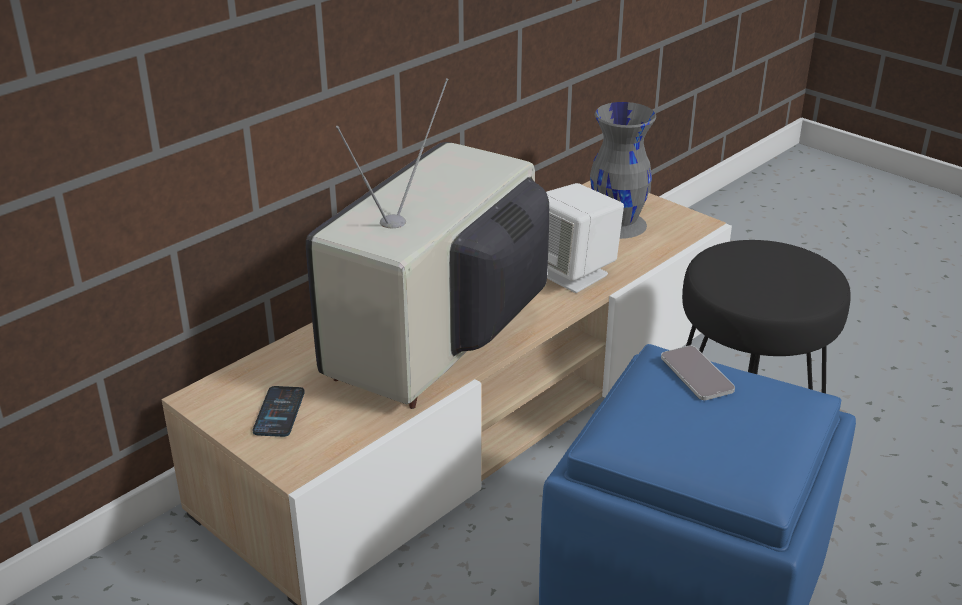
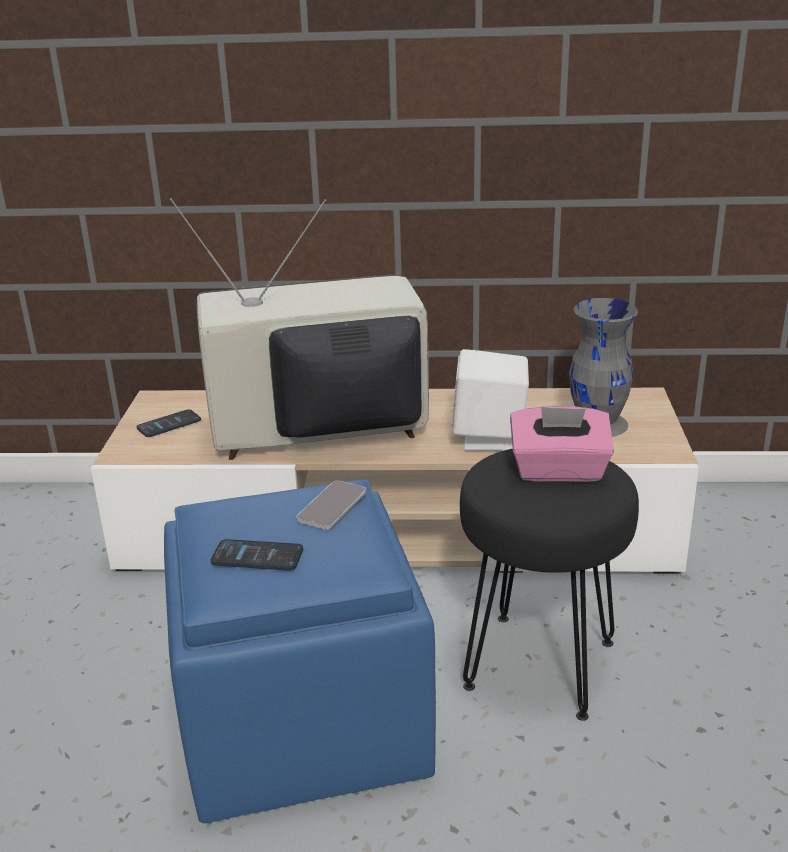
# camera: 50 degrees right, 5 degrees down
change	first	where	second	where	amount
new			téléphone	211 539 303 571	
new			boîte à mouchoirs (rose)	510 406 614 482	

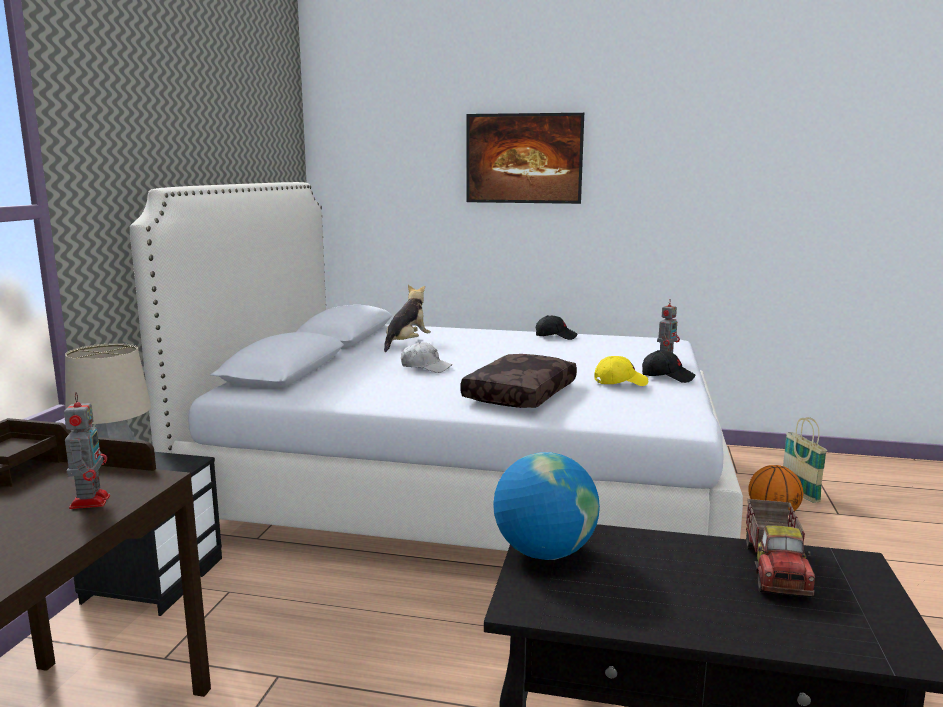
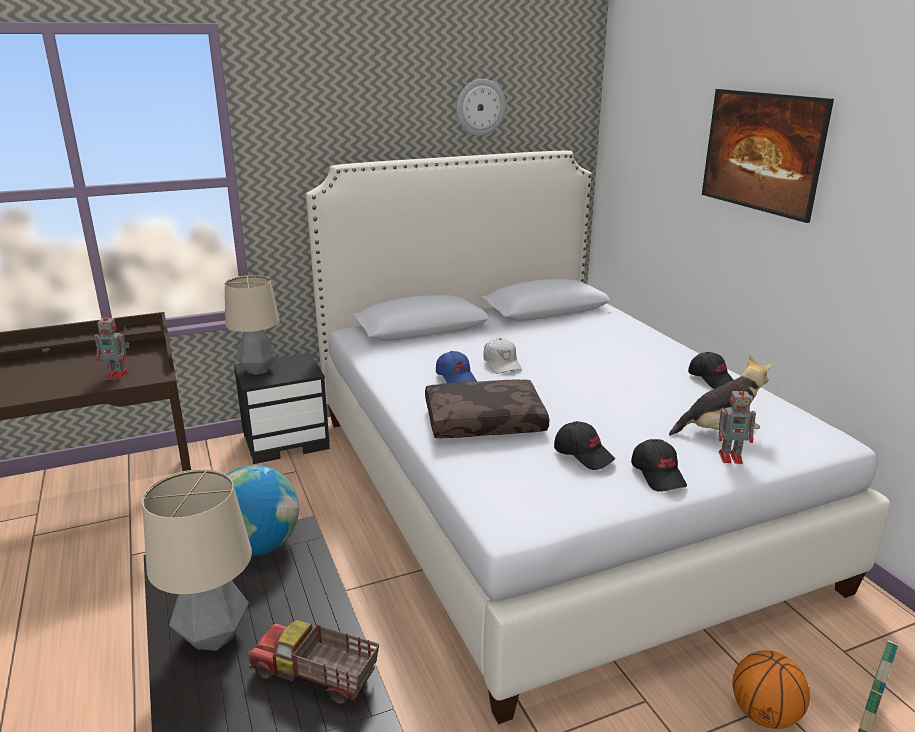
# camera: 55 degrees right, 10 degrees up
change	first	where	second	where	amount
rotated	robot jouet	64 392 110 509		94 312 130 380	45 degrees clockwise
new			lampe de table	142 469 252 651	
rotated	camion jouet	746 499 815 597		248 620 379 706	45 degrees clockwise
new			casquette (bleu)	436 351 477 383	
new			horloge murale	456 79 506 136	
repainted	casquette (jaune)	594 356 648 386	casquette (noir)	554 421 615 470	
shifted	peluche	384 285 431 352		669 355 772 436	

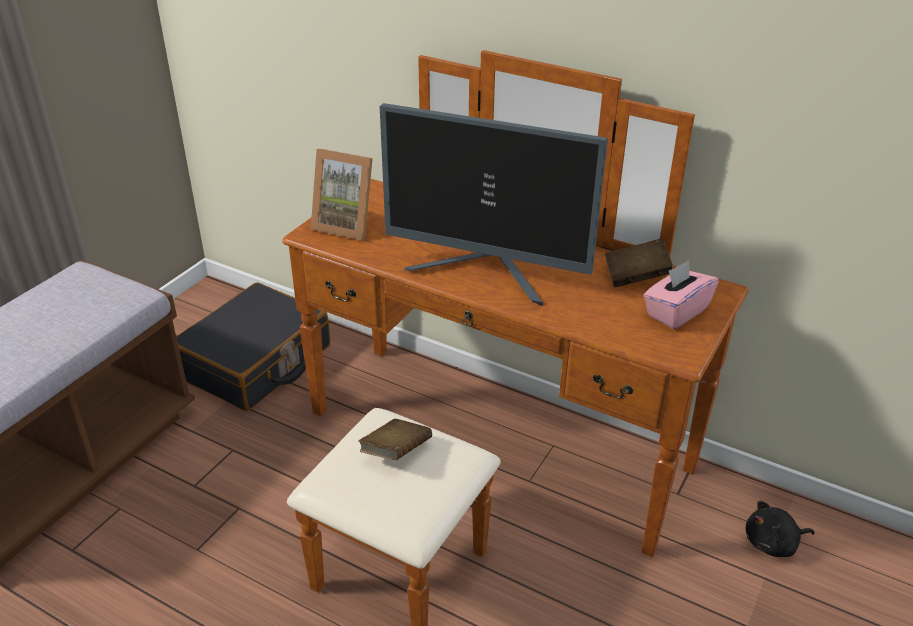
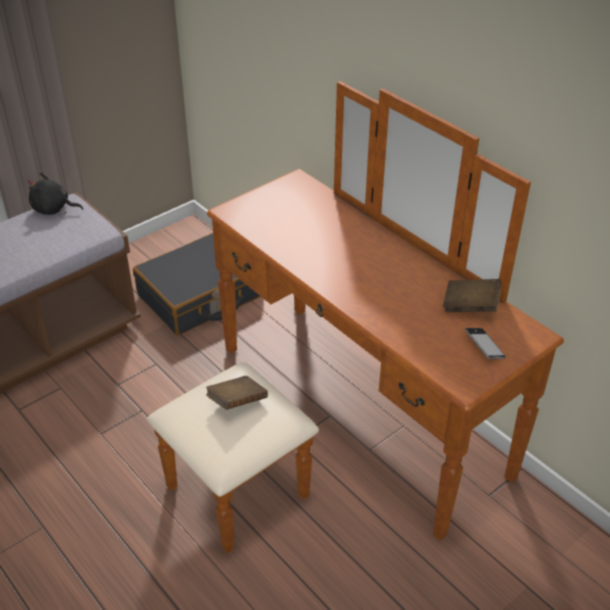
# camera: 20 degrees right, 5 degrees up
change	first	where	second	where	amount
shifted	peluche (noir)	746 500 815 557		28 172 83 215	
swapped	boîte à mouchoirs (rose)	643 260 719 329	téléphone	465 328 506 359	
gone	cadre photo	311 149 373 240			
gone	écran d'ordinateur	380 103 608 306			

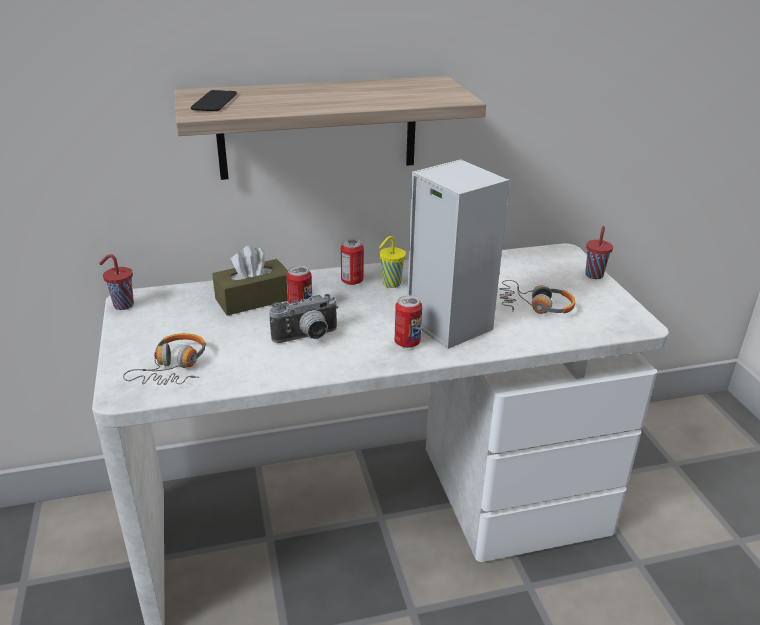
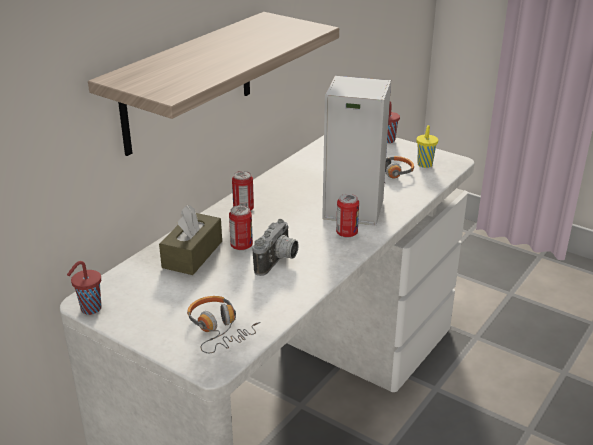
# camera: 40 degrees left, 0 degrees up
change	first	where	second	where	amount
shifted	tasse (jaune)	379 236 406 288		416 125 438 168	
gone	téléphone	191 90 237 111			

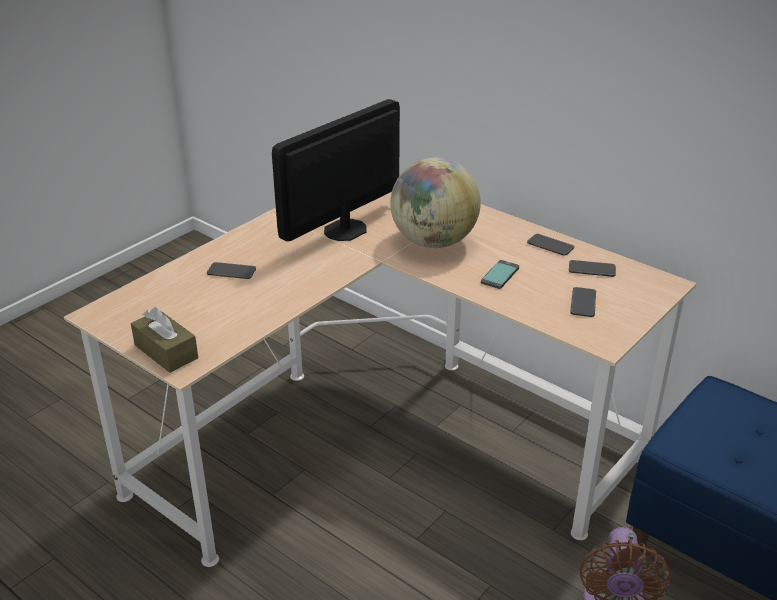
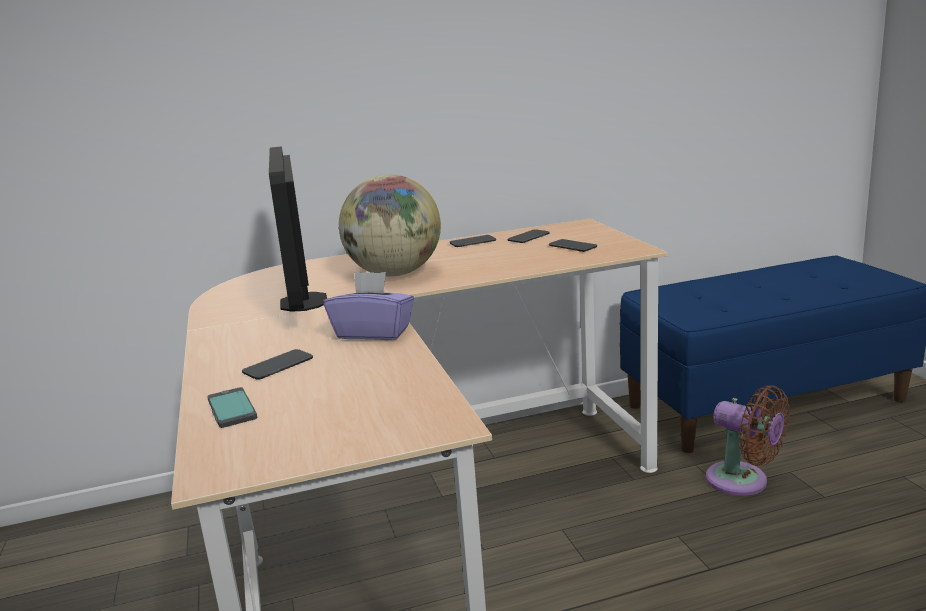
# camera: 55 degrees left, 15 degrees down
change	first	where	second	where	amount
shifted	téléphone	481 260 519 289		207 387 257 428	
new			boîte à mouchoirs (violet)	324 272 414 340	
gone	boîte à mouchoirs (marron)	131 307 198 373			

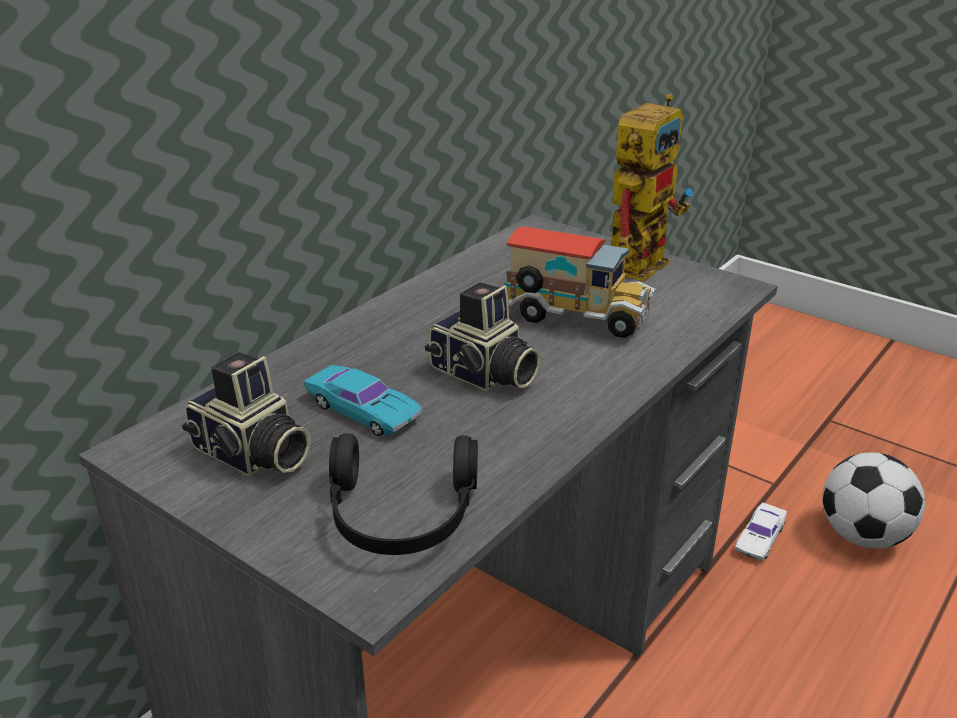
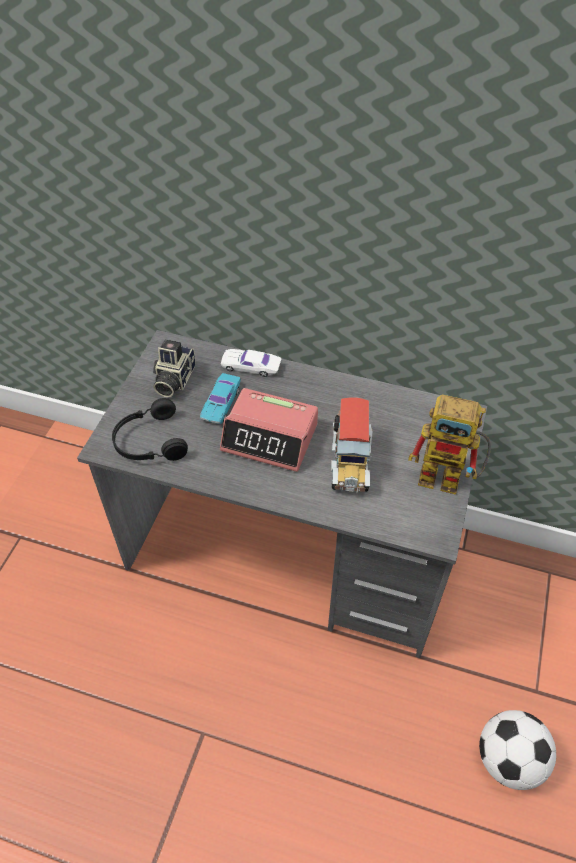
# camera: 70 degrees right, 20 degrees up
change	first	where	second	where	amount
swapped	appareil photo	425 282 541 391	réveil	220 388 318 472	
shifted	petite voiture (blanc)	735 503 787 561		221 349 282 377	

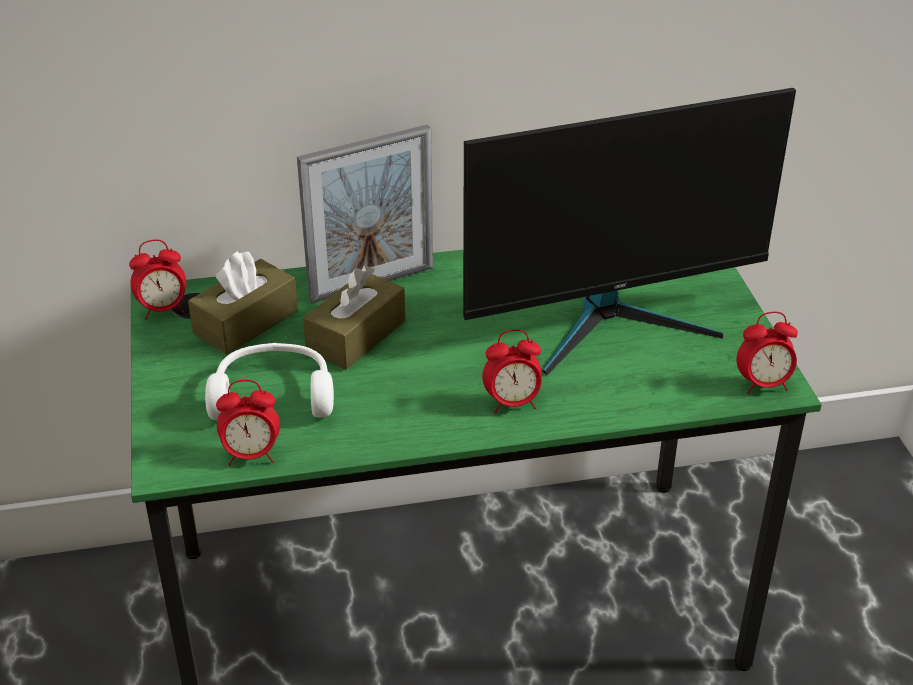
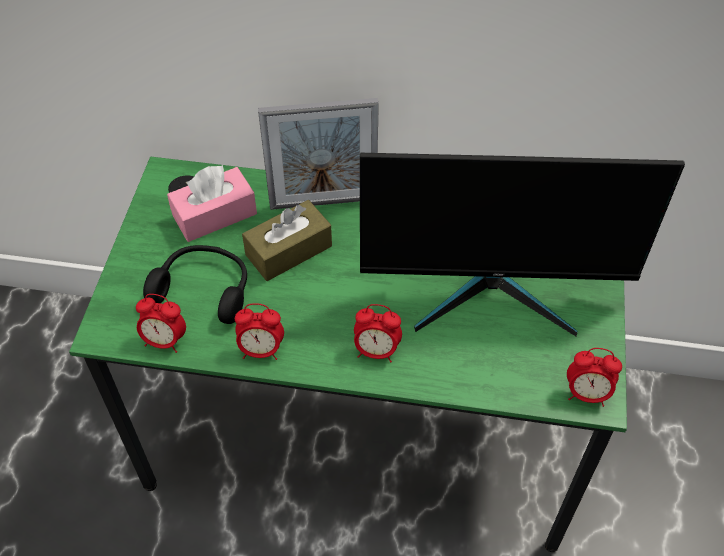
# camera: 20 degrees right, 15 degrees up
change	first	where	second	where	amount
repainted	casque audio (blanc)	205 343 334 420	casque audio (noir)	143 245 247 324	
repainted	boîte à mouchoirs (marron)	188 251 298 355	boîte à mouchoirs (rose)	167 165 257 242	
shifted	réveil	129 239 186 320		235 303 284 360	

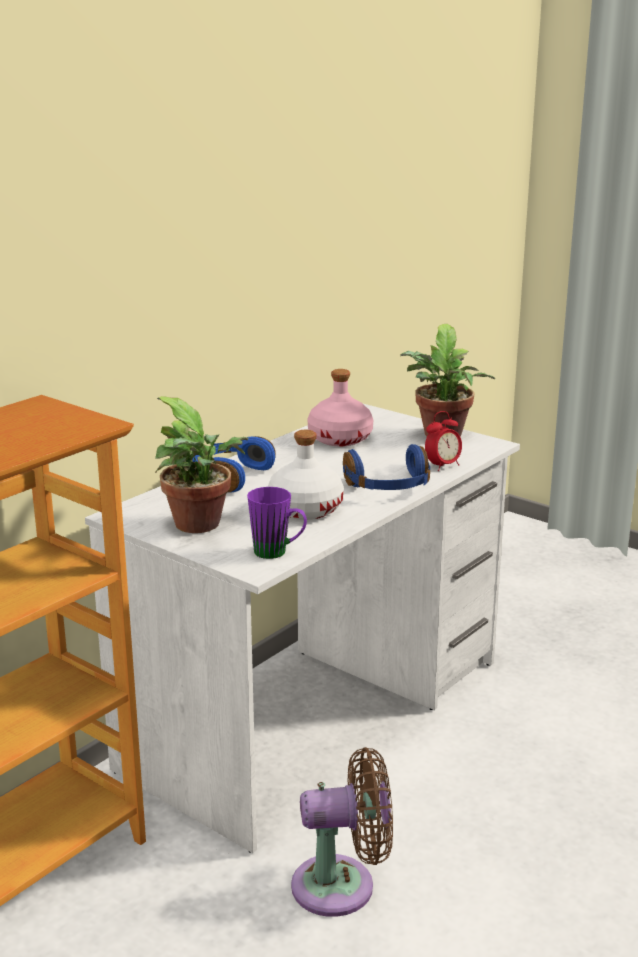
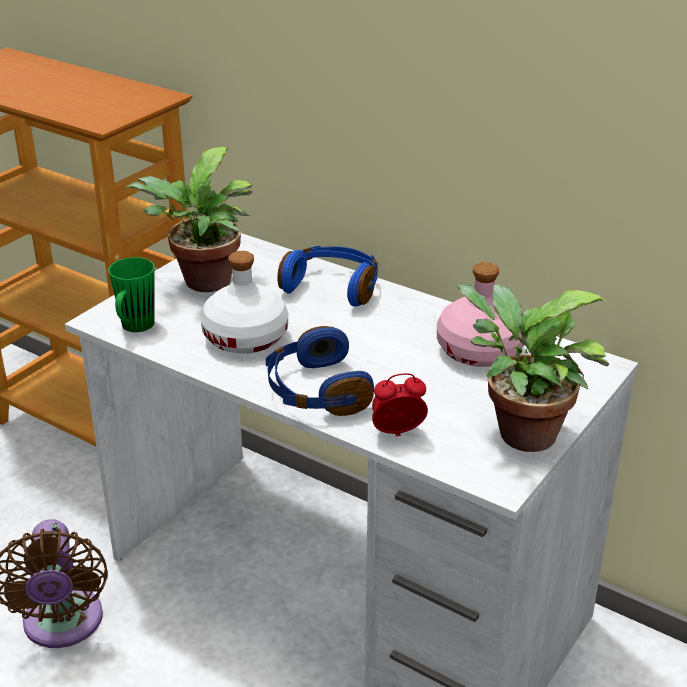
# camera: 85 degrees right, 10 degrees up
change	first	where	second	where	amount
repainted	mug (violet)	247 487 307 559	mug (vert)	108 257 155 332	
rotated	réveil	425 411 462 471		372 373 428 436	120 degrees clockwise

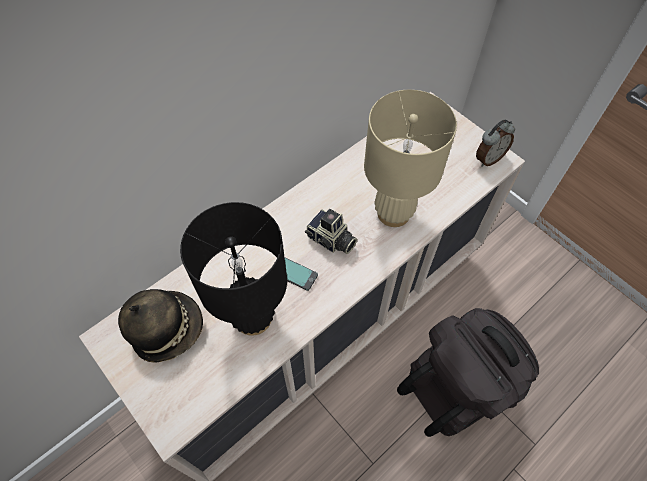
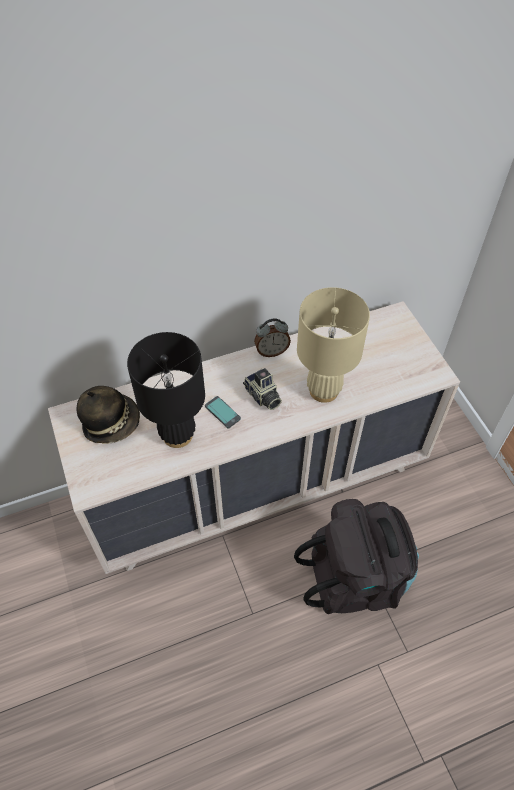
# camera: 20 degrees right, 5 degrees down
change	first	where	second	where	amount
shifted	réveil	476 120 515 166		254 319 291 357	

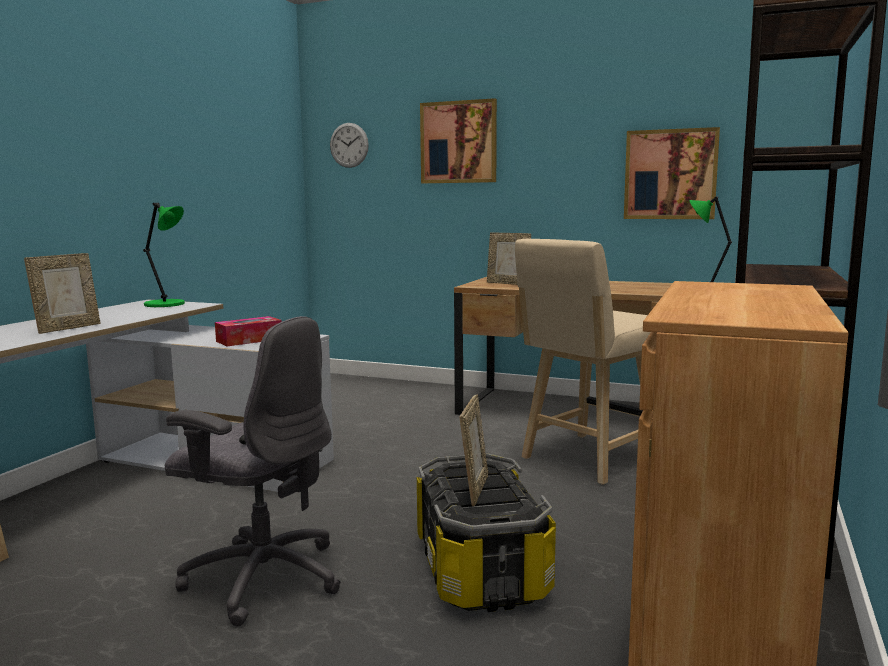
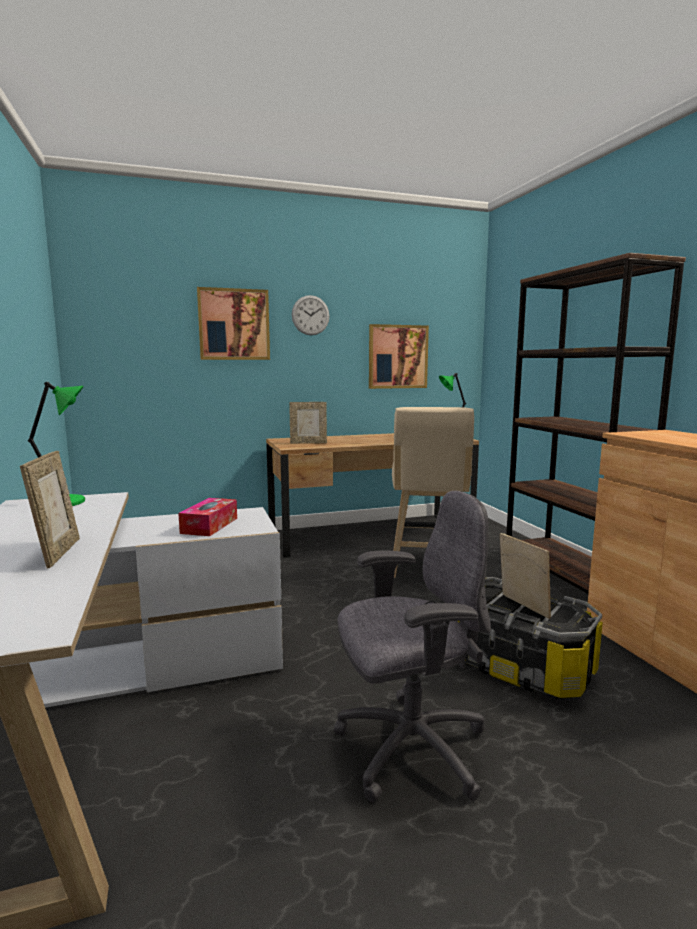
# camera: 40 degrees left, 0 degrees up
change	first	where	second	where	amount
shifted	horloge murale	330 123 369 168		292 295 330 335	

